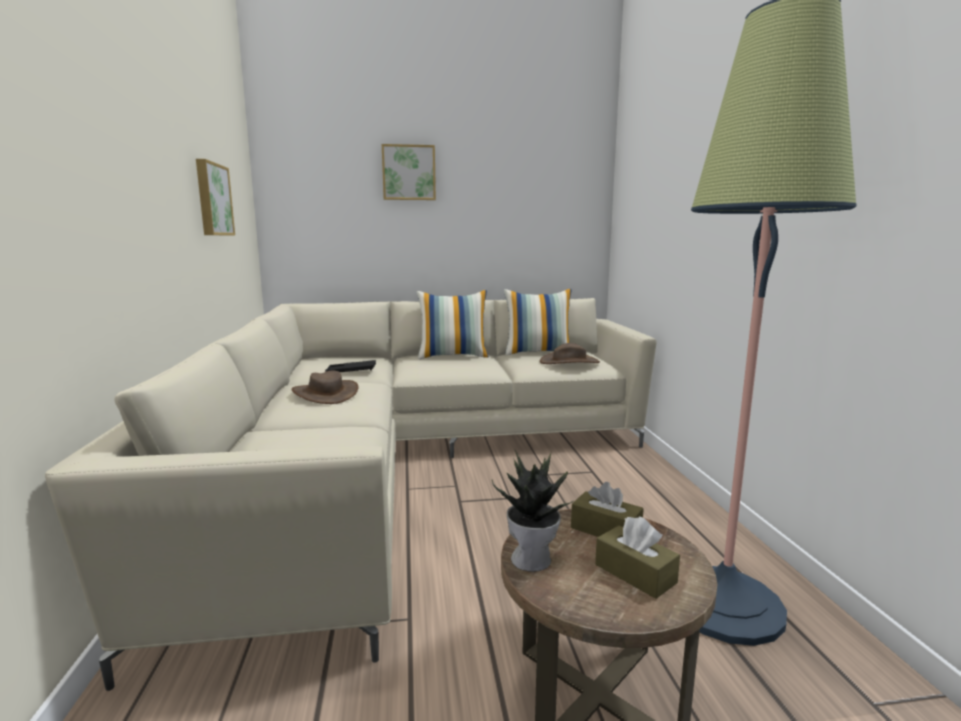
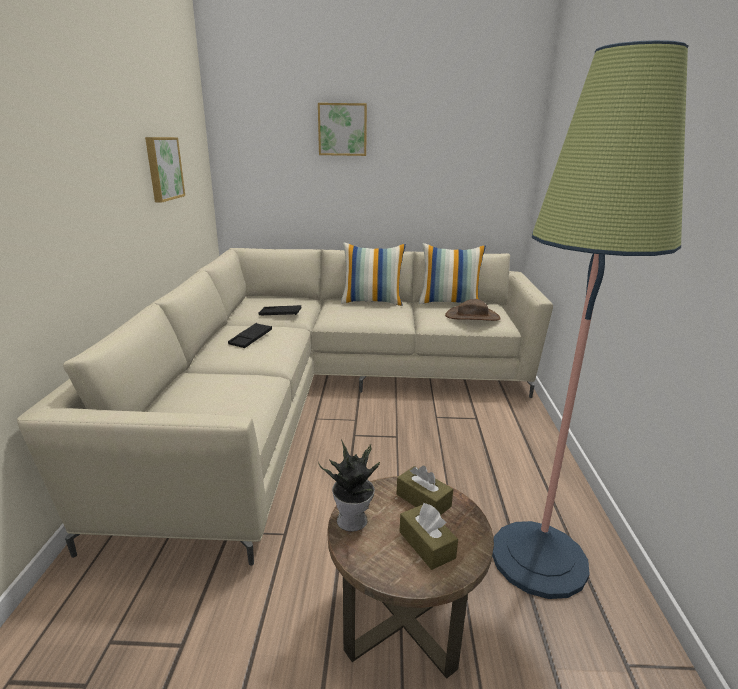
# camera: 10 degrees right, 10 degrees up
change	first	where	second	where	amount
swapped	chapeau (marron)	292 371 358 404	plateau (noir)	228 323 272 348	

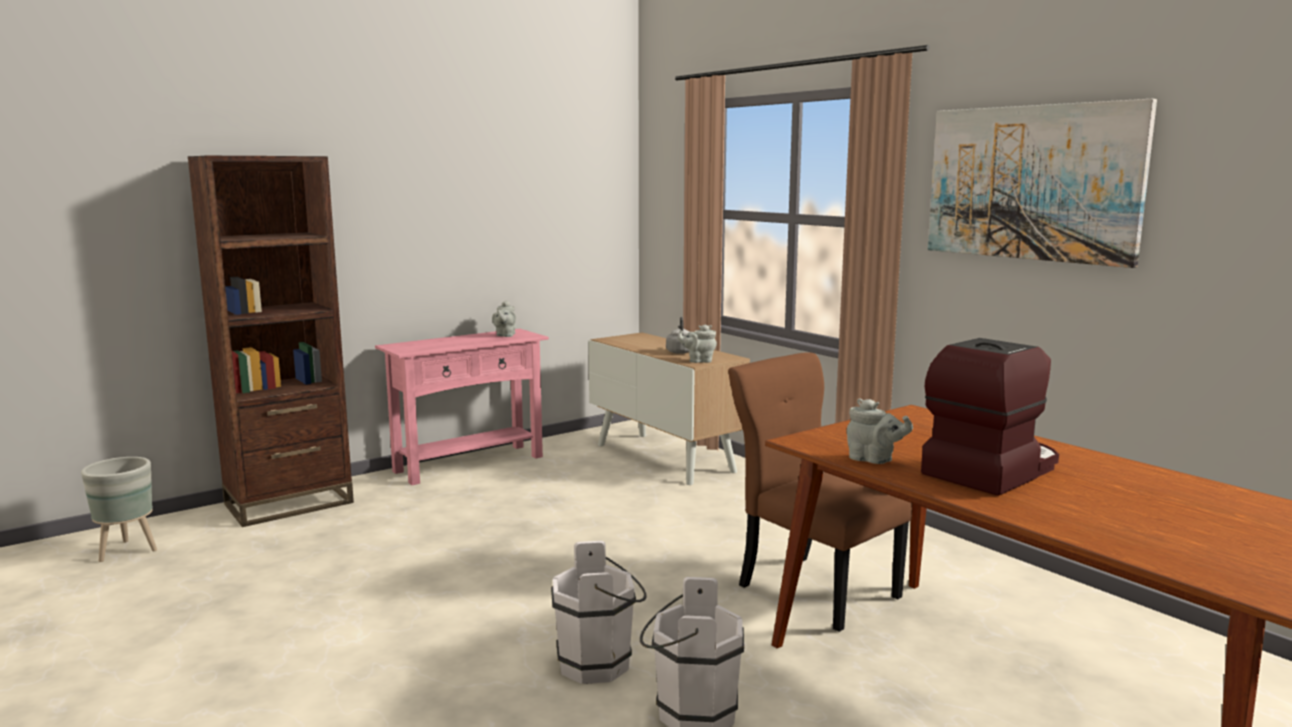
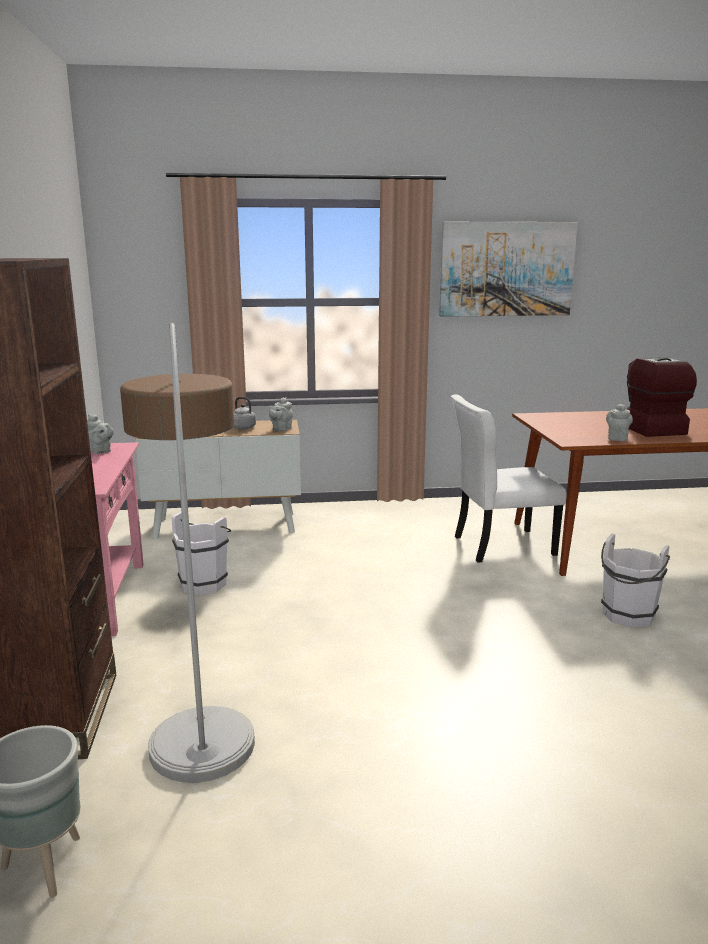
# camera: 60 degrees left, 5 degrees up
change	first	where	second	where	amount
new			lampadaire	120 323 255 783	
shifted	seau (blanc)	551 541 646 684		172 512 231 595	
repainted	chaise (marron)	728 352 912 632	chaise (blanc)	451 394 566 563	
rotated	théière (gris)	847 399 913 464		606 404 633 441	45 degrees counterclockwise

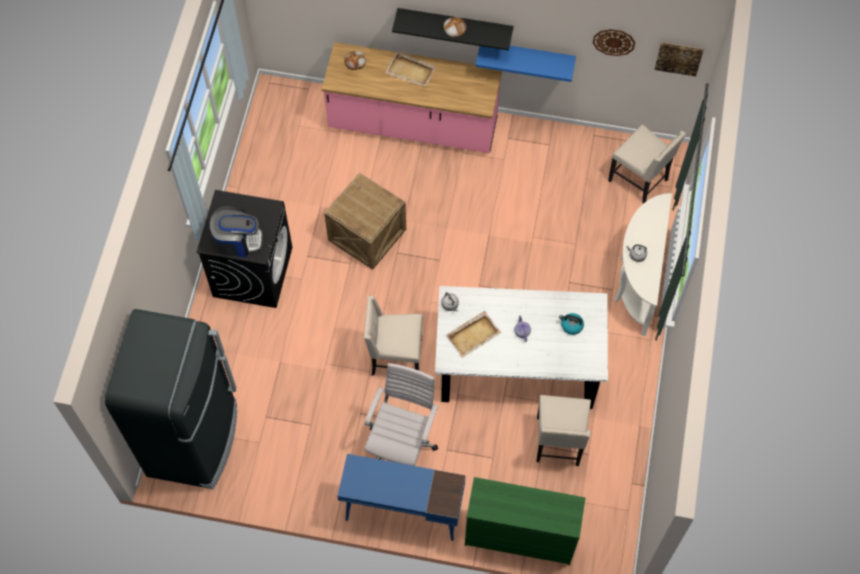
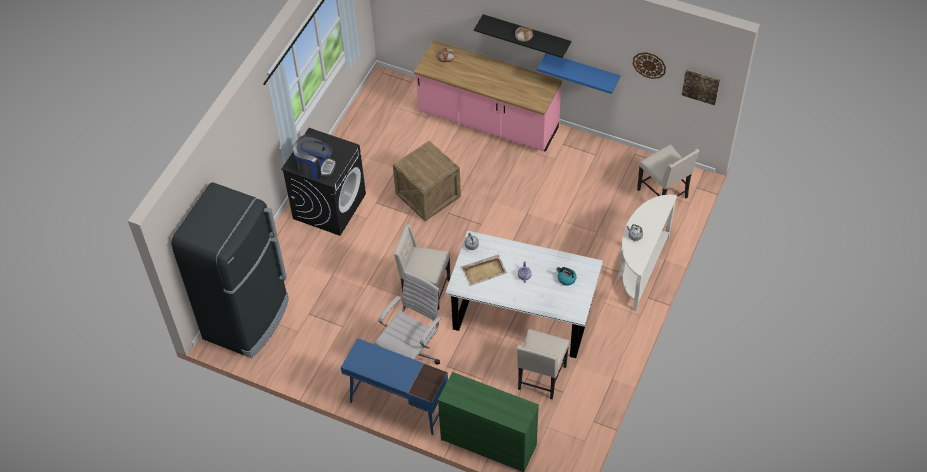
# camera: 15 degrees right, 10 degrees down
change	first	where	second	where	amount
gone	plateau (beige)	385 52 436 87			

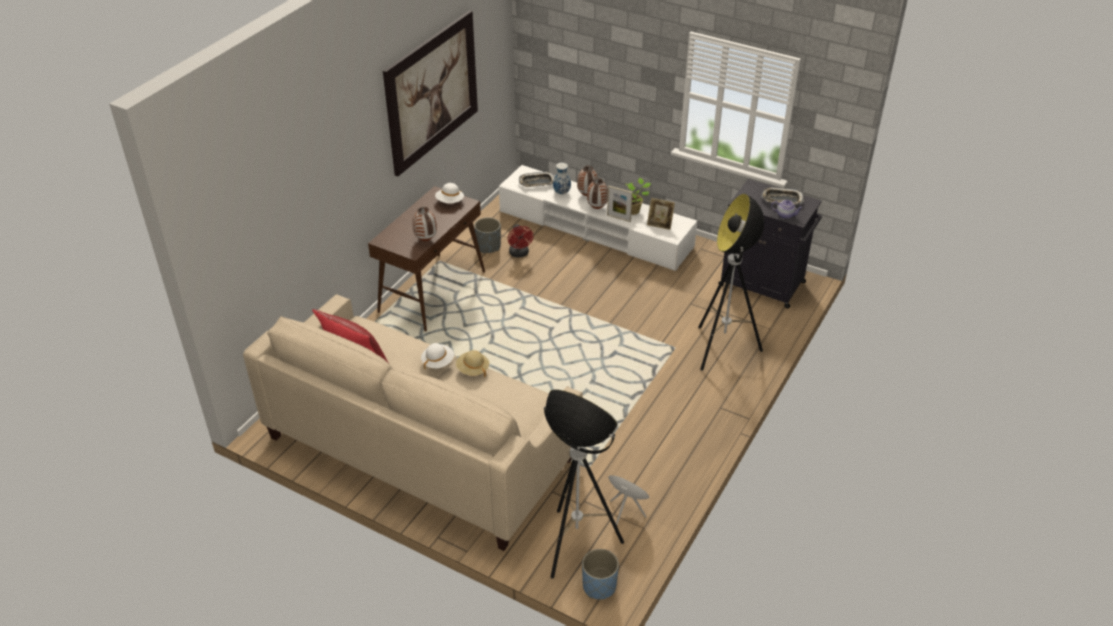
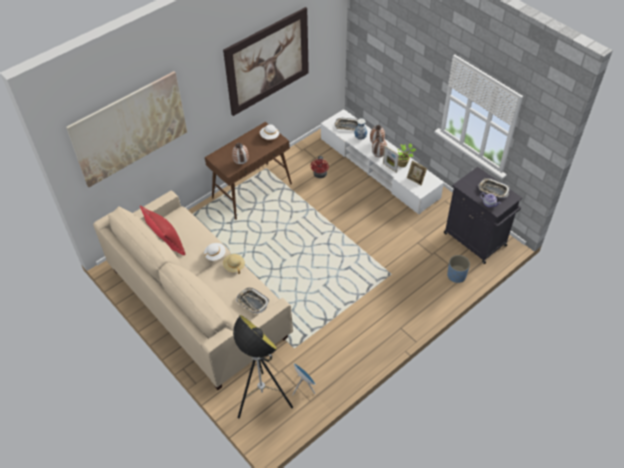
# camera: 20 degrees right, 10 degrees up
change	first	where	second	where	amount
new			tableau	66 71 187 187	
new			plateau	236 288 270 314	
shifted	cache-pot (bleu)	582 549 619 599		447 255 470 283	
gone	cache-pot (gris)	474 218 501 253			
gone	lampadaire	698 194 764 371			

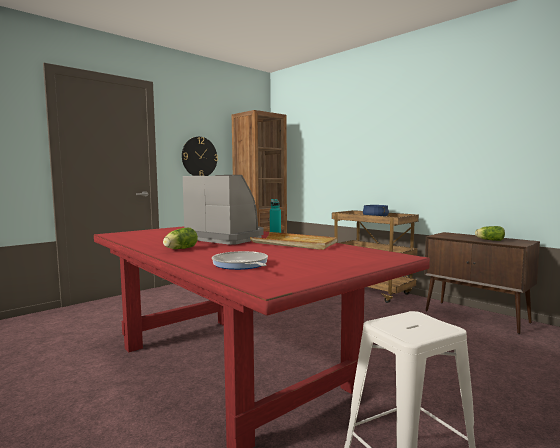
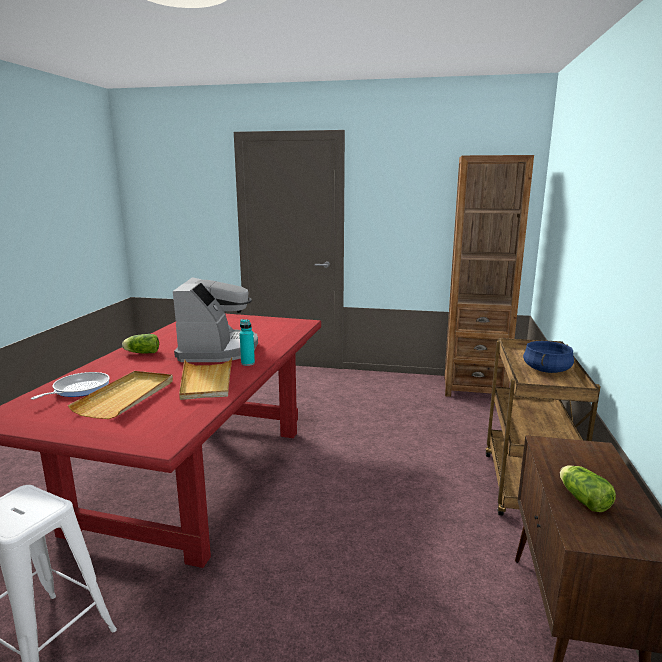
# camera: 55 degrees right, 10 degrees up
change	first	where	second	where	amount
new			plateau (beige)	68 371 173 419	
gone	horloge murale	182 137 218 176			

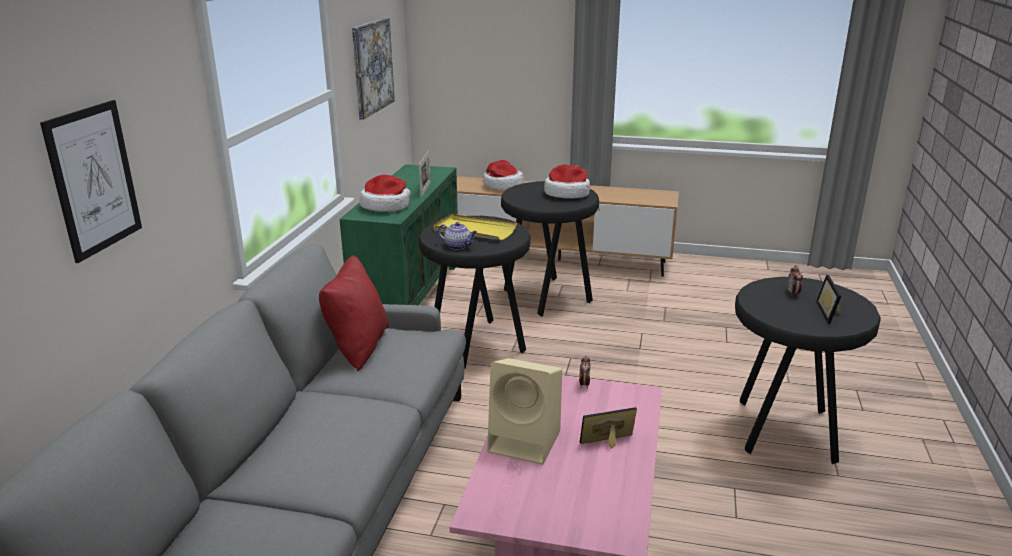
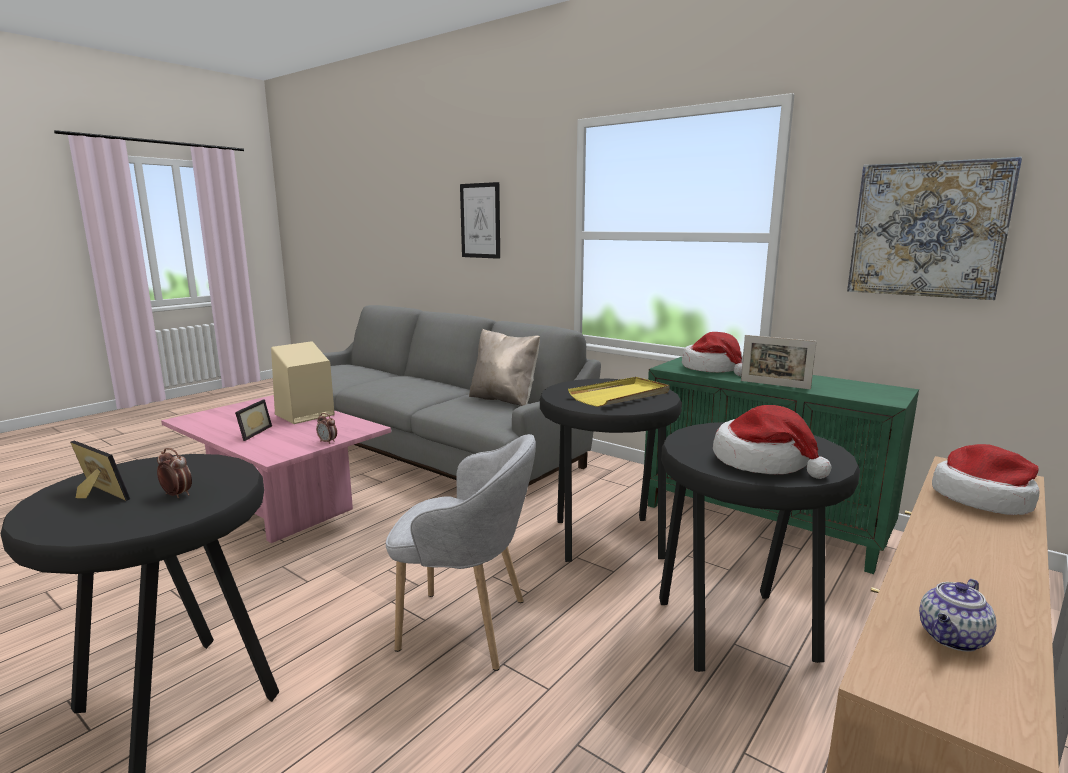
# camera: 115 degrees right, 10 degrees down
change	first	where	second	where	amount
new			fauteuil (gris)	386 434 536 671	
repainted	coussin (rouge)	319 255 389 371	coussin (beige)	469 329 540 406	
shifted	théière	438 222 477 250		919 579 996 652	

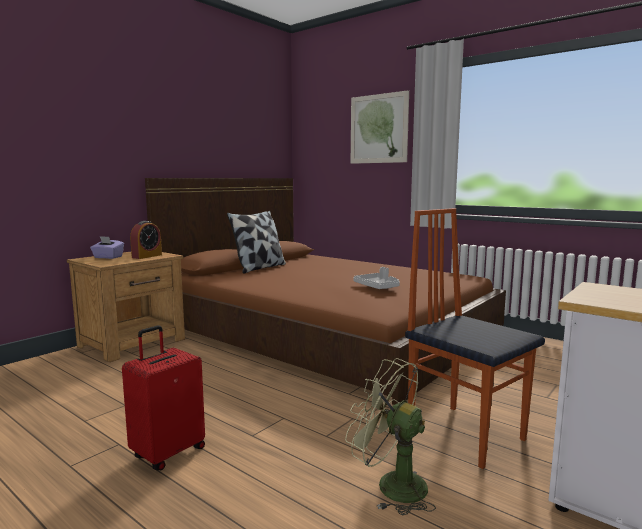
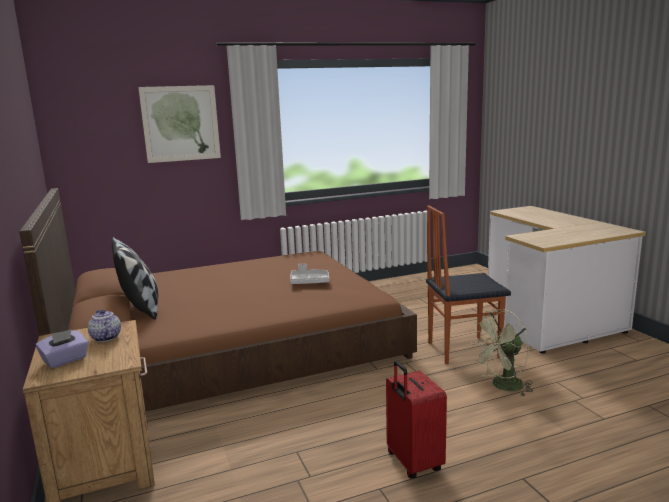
# camera: 60 degrees left, 5 degrees up
change	first	where	second	where	amount
swapped	réveil	130 221 162 259	théière	88 309 121 342	

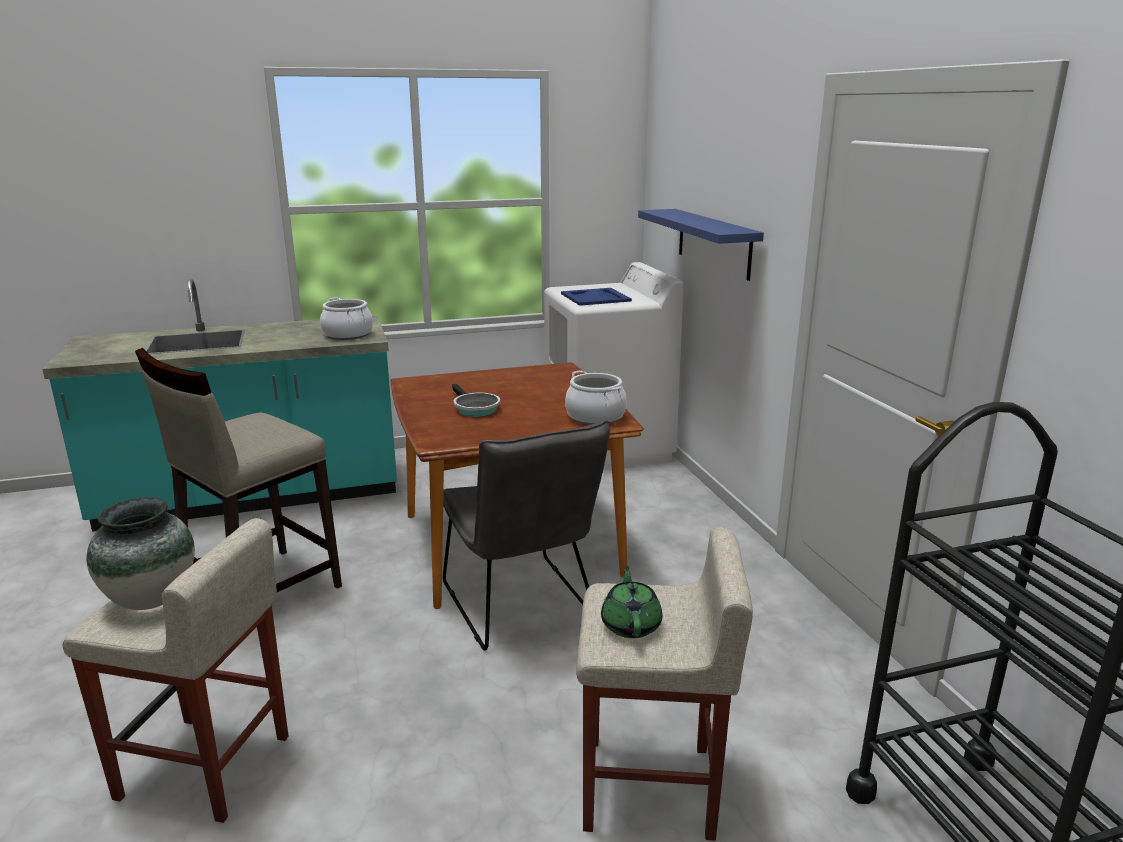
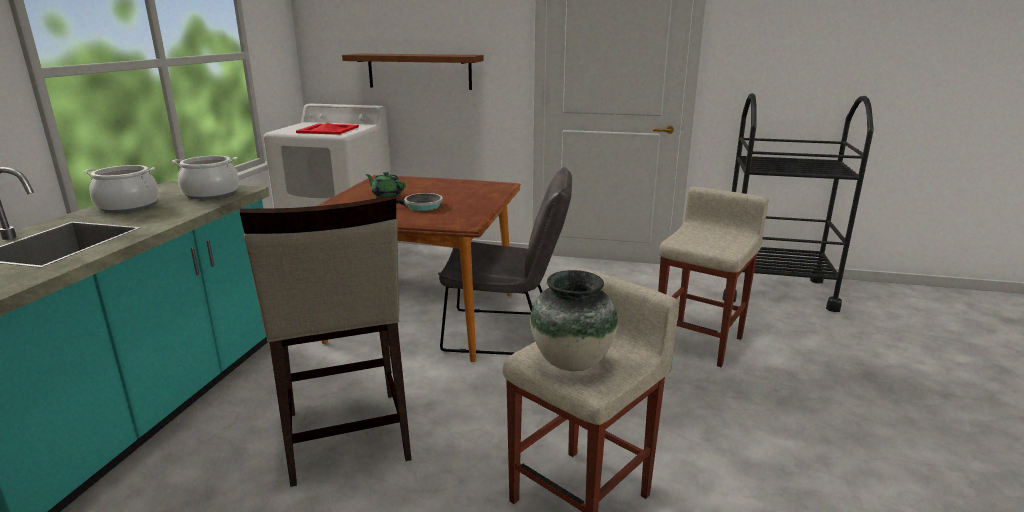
# camera: 60 degrees left, 0 degrees up
change	first	where	second	where	amount
shifted	marmite	565 370 627 425		84 165 159 212	
repainted	plateau (bleu)	561 288 632 306	plateau (rouge)	296 123 359 135	
repainted	étagère (bleu)	638 209 764 281	étagère (marron)	342 53 484 90	
shifted	théière (vert)	601 566 662 638		365 172 406 198	

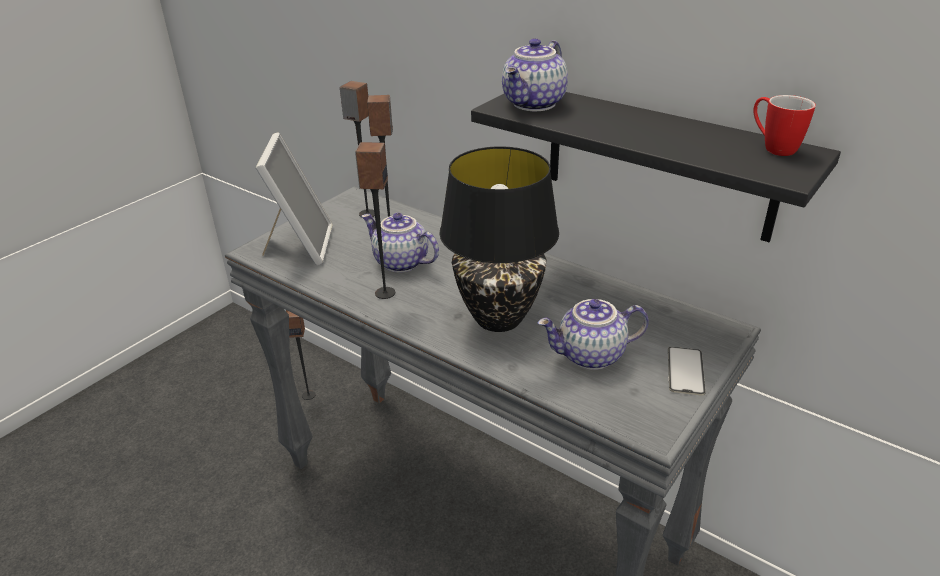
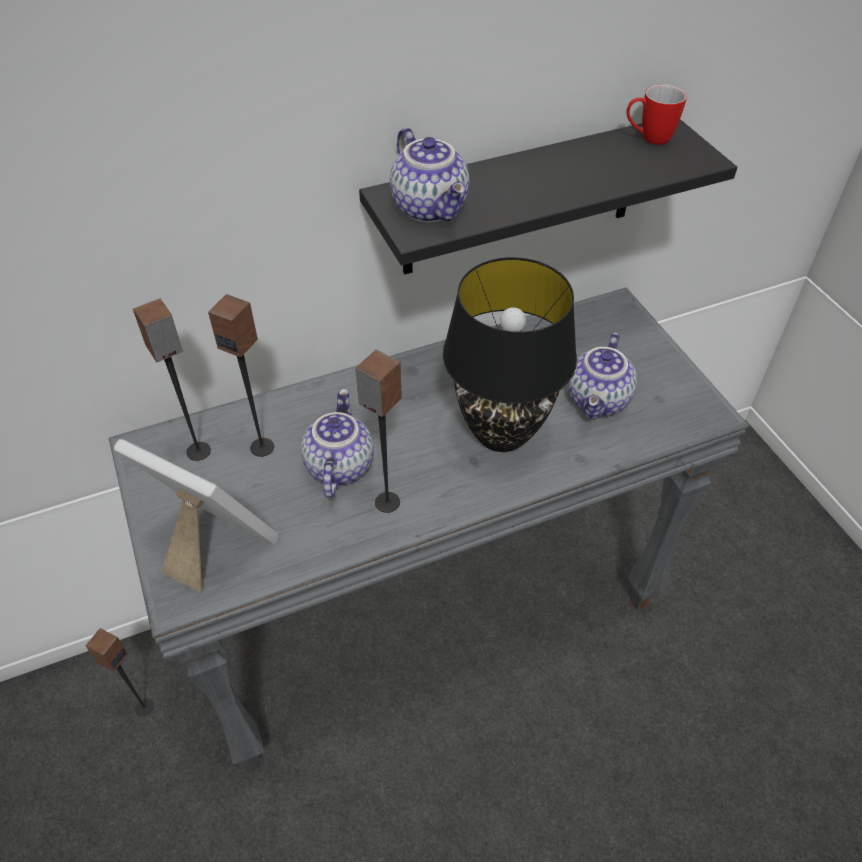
# camera: 60 degrees left, 15 degrees up
change	first	where	second	where	amount
rotated	théière	362 213 439 272		301 389 374 498	120 degrees clockwise
gone	téléphone	668 347 706 396			

